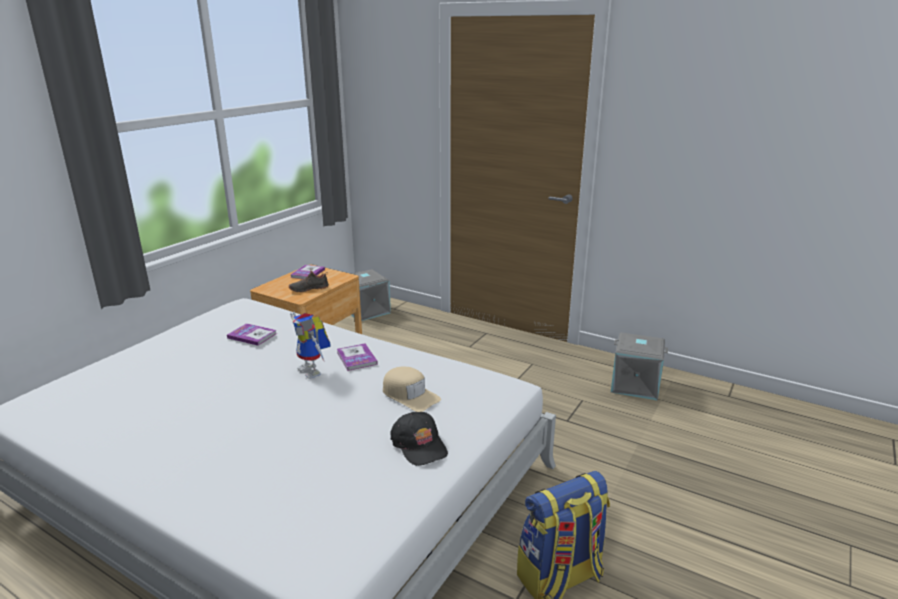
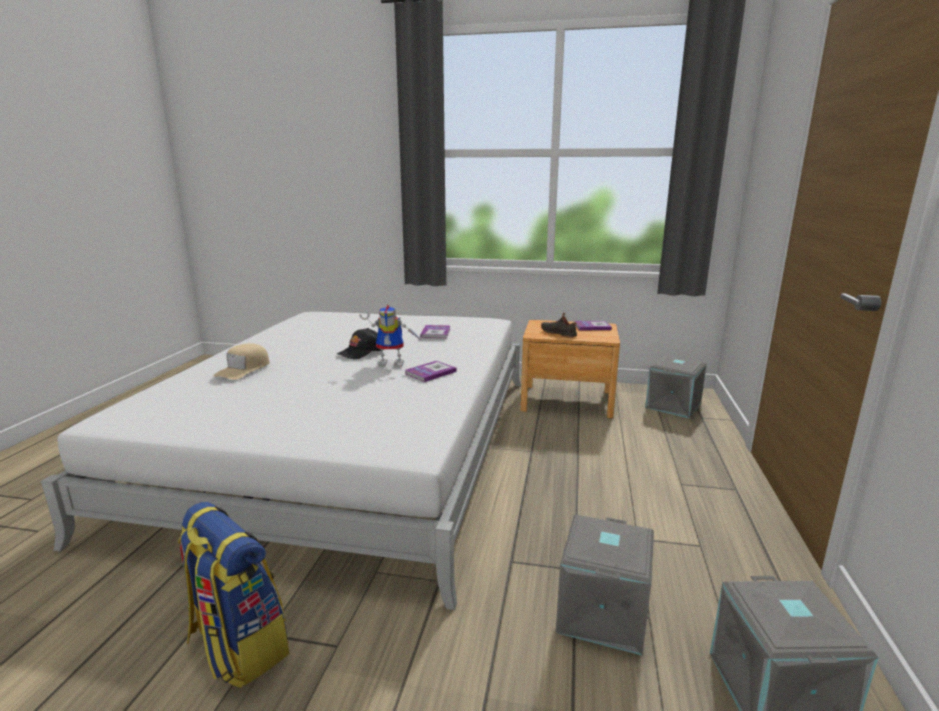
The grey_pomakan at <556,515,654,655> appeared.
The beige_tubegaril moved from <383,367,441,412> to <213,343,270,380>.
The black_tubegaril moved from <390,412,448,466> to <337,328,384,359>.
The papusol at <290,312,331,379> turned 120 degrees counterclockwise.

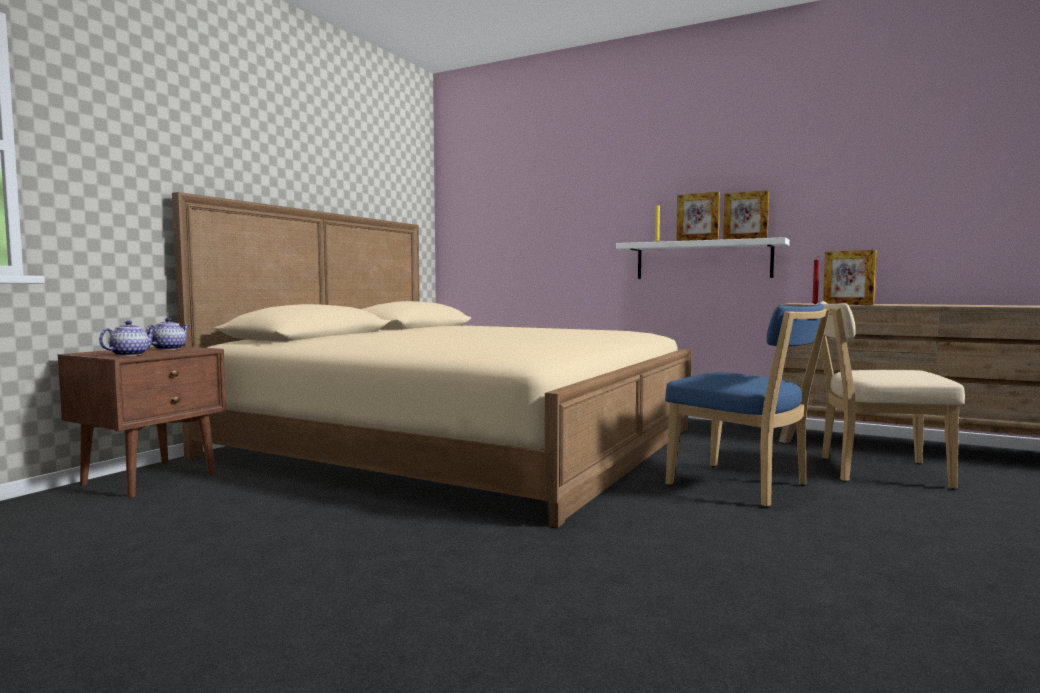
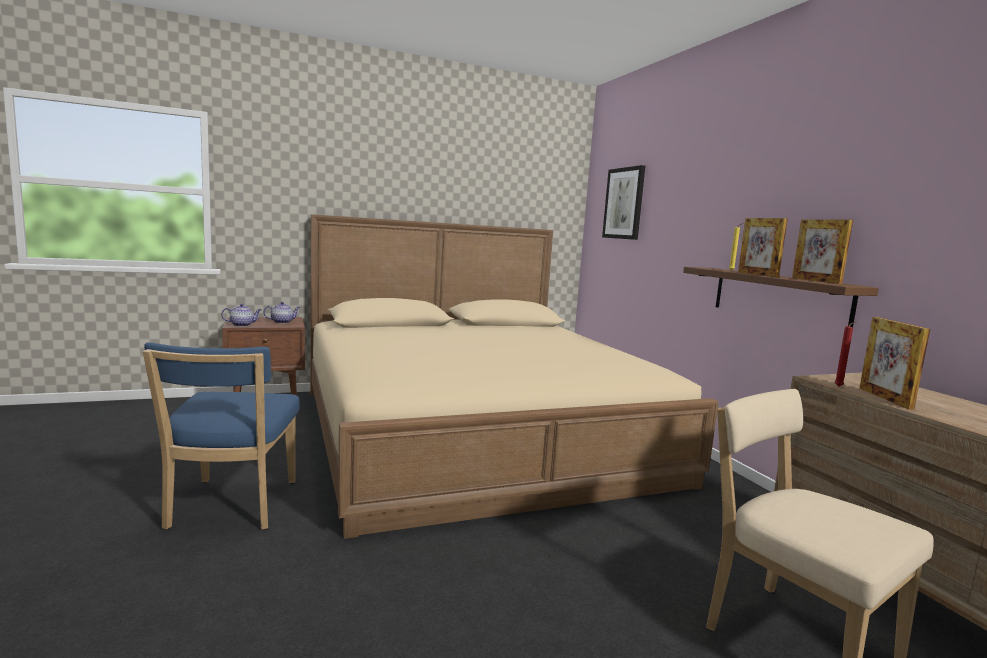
The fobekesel at <602,165,645,240> appeared.
The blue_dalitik moved from <665,304,830,507> to <143,343,300,530>.
The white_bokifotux at <616,237,790,279> became the brown_bokifotux at <683,267,879,327>.

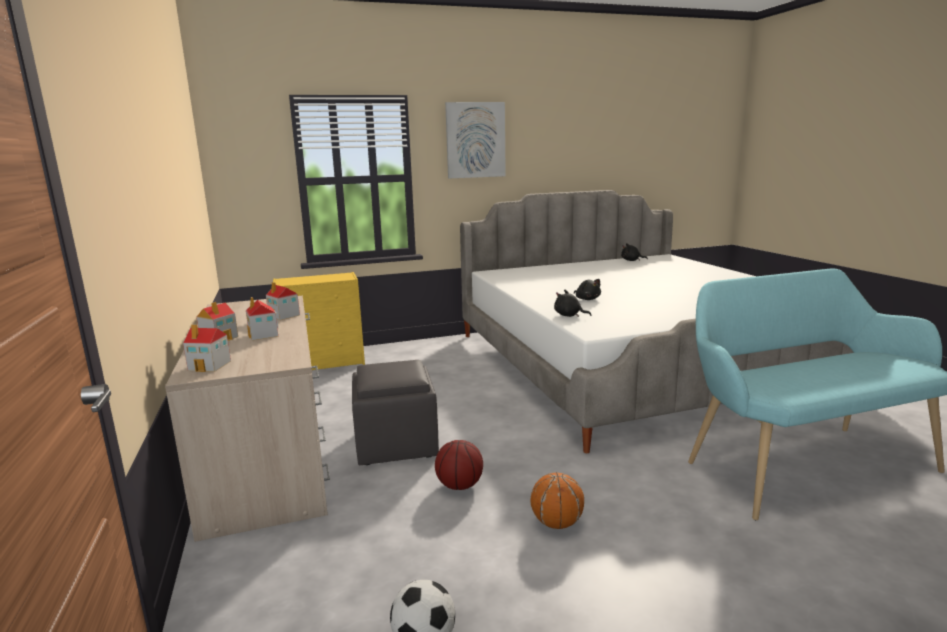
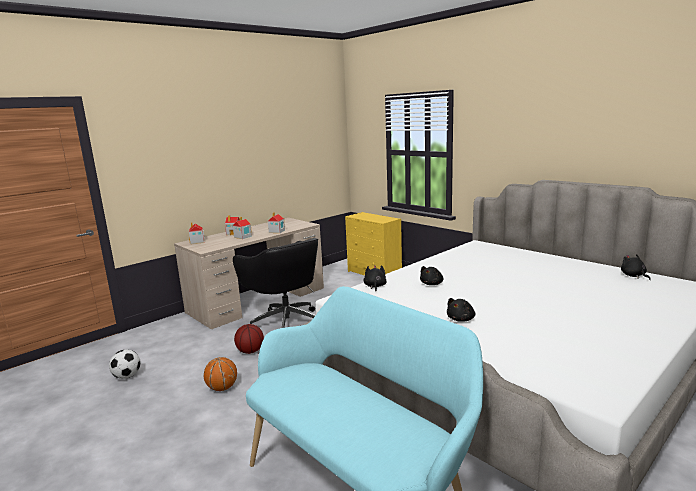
The fobekesel at <445,102,506,178> disappeared.
The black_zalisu at <447,298,475,322> appeared.
The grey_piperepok at <352,360,439,465> was replaced by the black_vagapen at <233,238,318,328>.

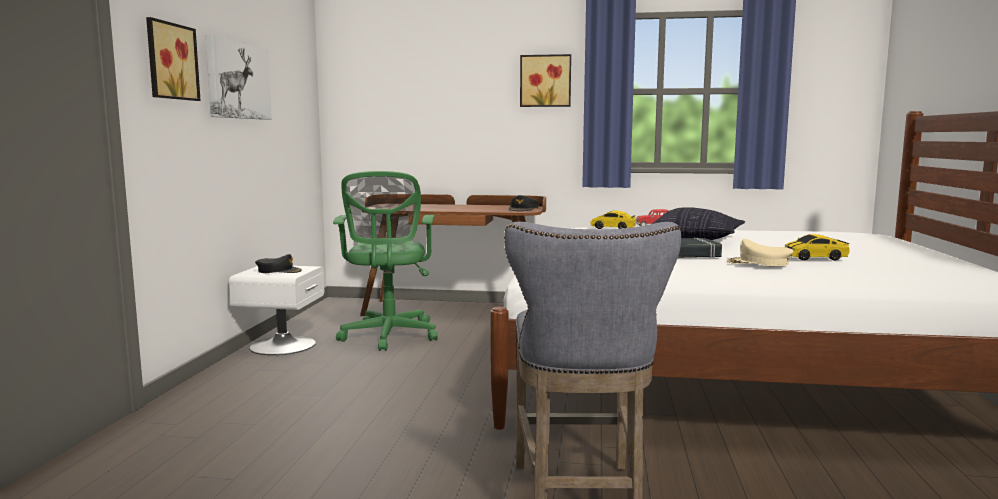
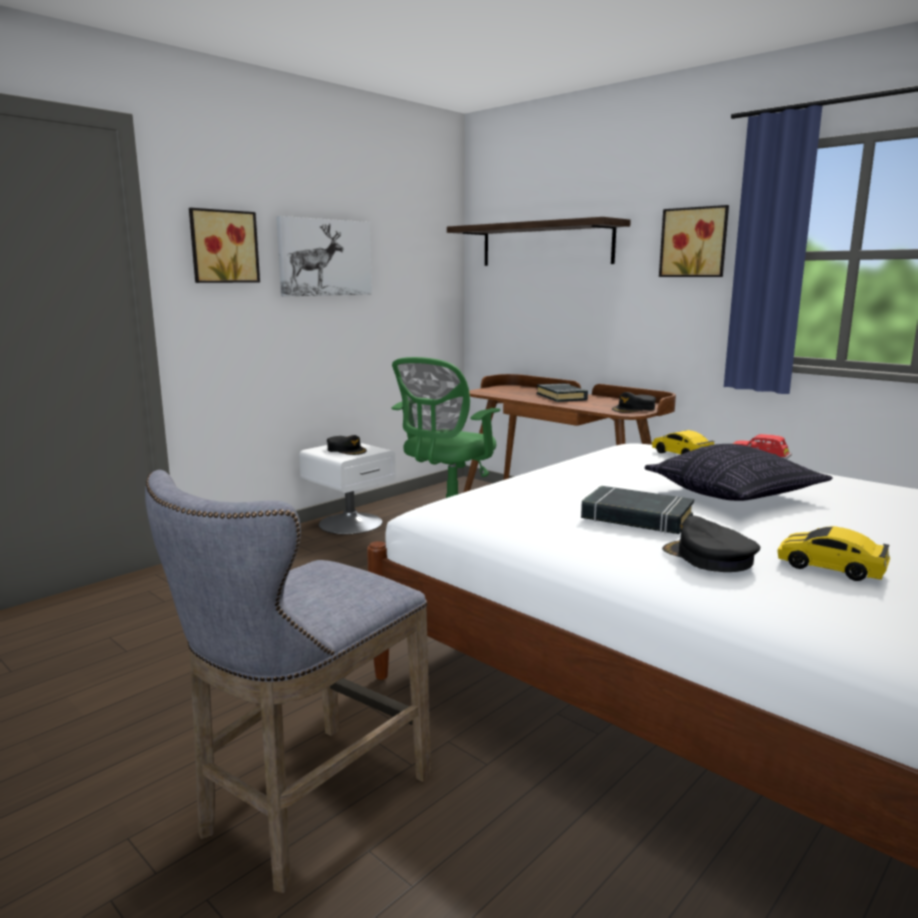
The bokifotux at <447,217,631,266> appeared.
The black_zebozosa at <537,383,588,402> appeared.
The beige_tubegaril at <727,239,793,266> became the black_tubegaril at <662,515,760,572>.

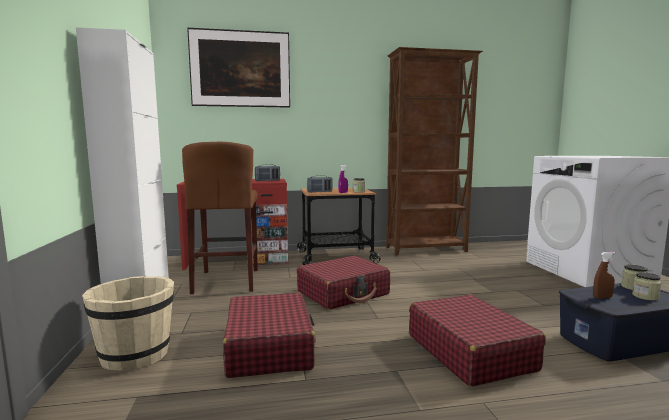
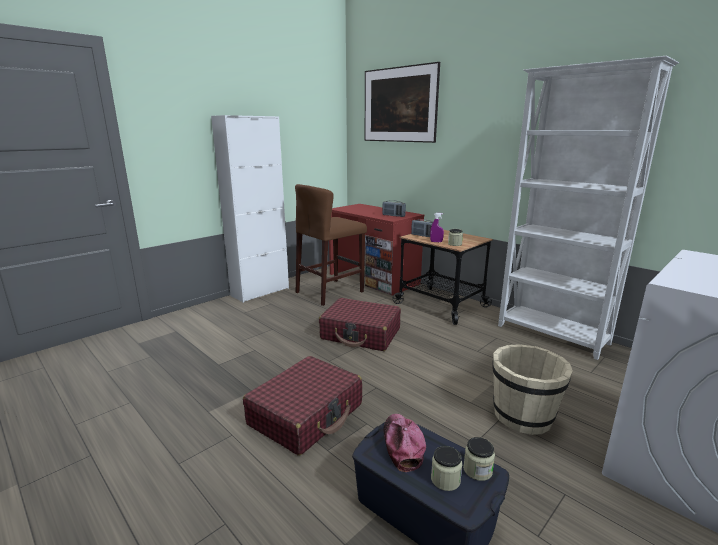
The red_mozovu at <223,292,316,378> disappeared.
The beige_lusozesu moved from <82,276,174,370> to <492,344,573,435>.
The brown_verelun at <593,252,615,298> was replaced by the tubegaril at <383,414,426,472>.
The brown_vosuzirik at <386,47,483,255> became the white_vosuzirik at <498,56,679,360>.

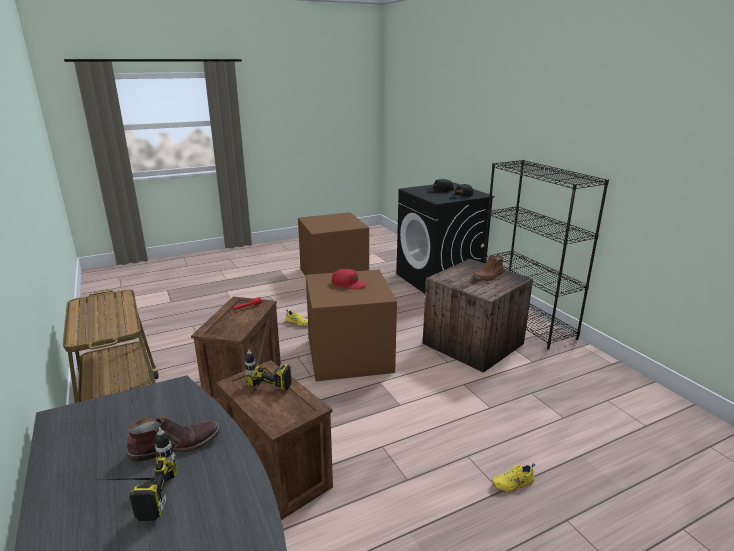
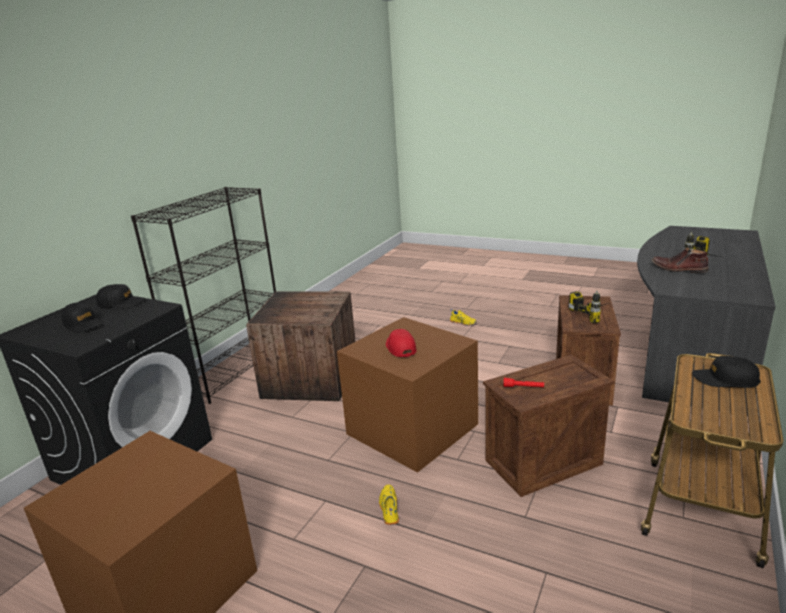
The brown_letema at <472,255,504,281> disappeared.
The black_tubegaril at <692,356,761,388> appeared.

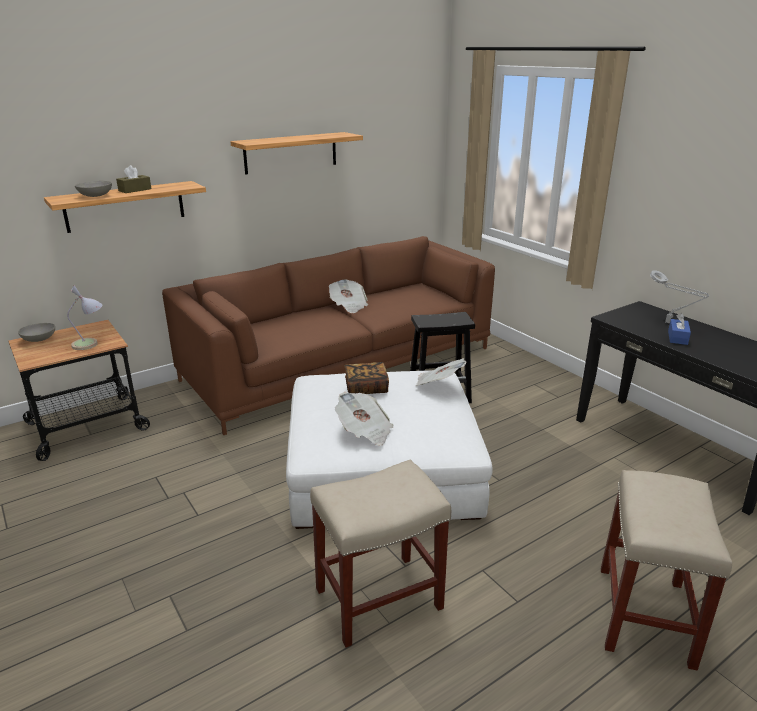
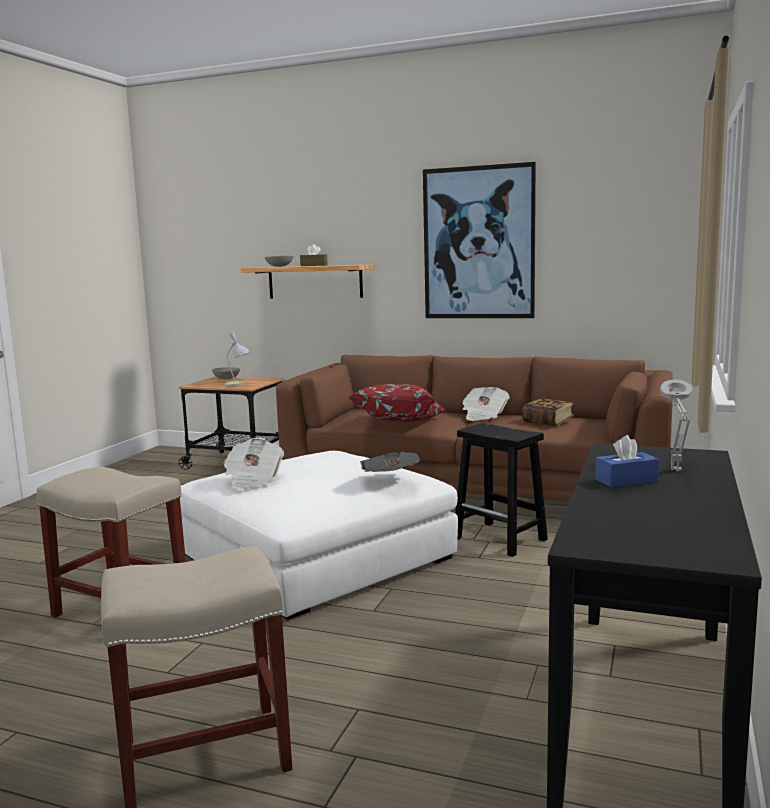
The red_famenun at <349,384,447,421> appeared.
The zebozosa moved from <345,362,389,394> to <522,398,574,426>.
The bokifotux at <230,132,363,175> was replaced by the fobekesel at <423,162,536,318>.

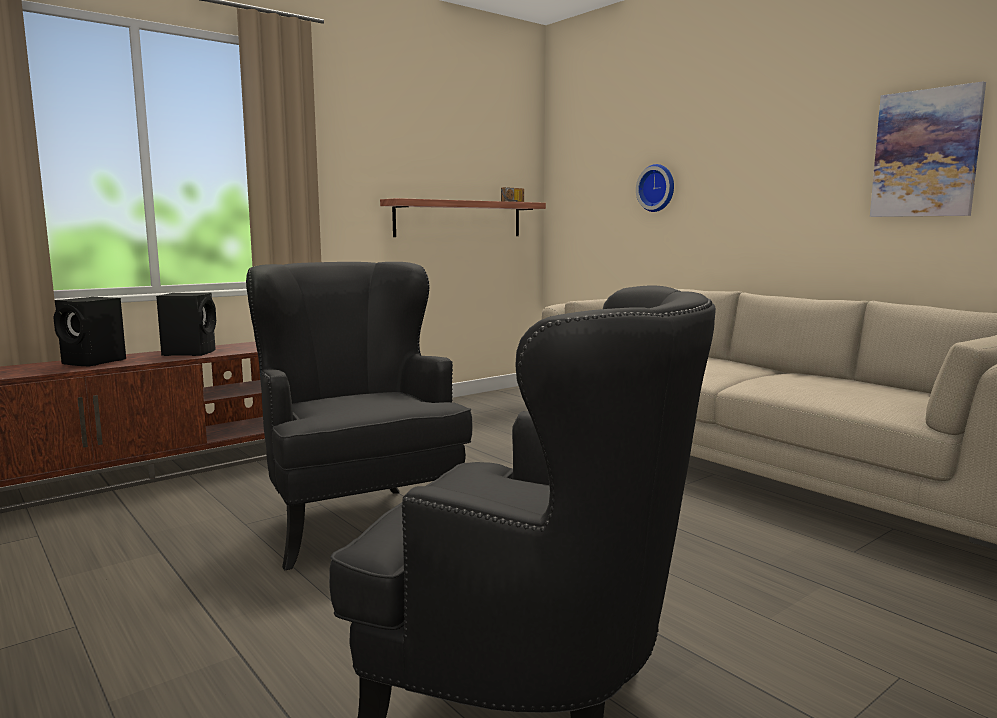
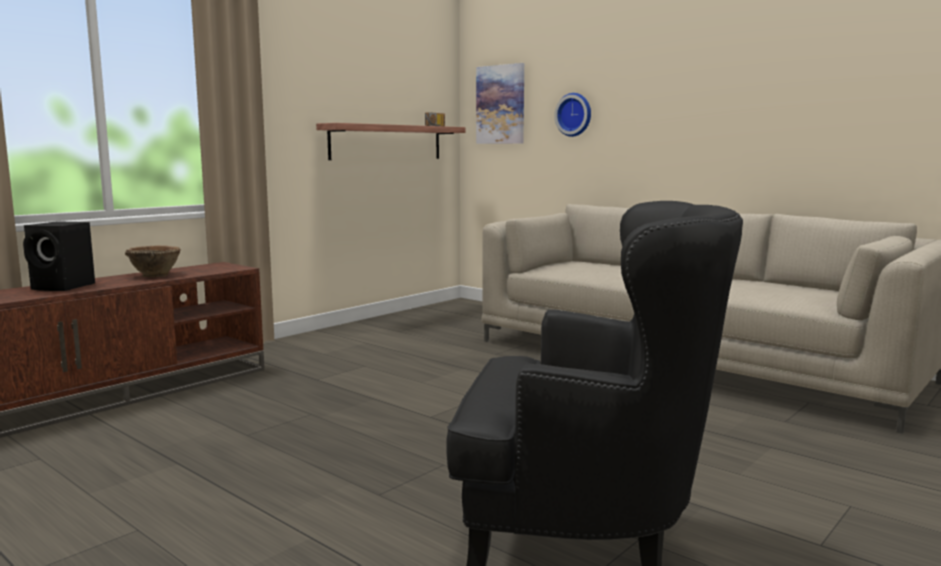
The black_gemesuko at <246,262,473,570> disappeared.
The fobekesel moved from <870,81,986,217> to <476,63,524,144>.
The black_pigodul at <156,293,216,356> was replaced by the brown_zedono at <125,245,181,277>.

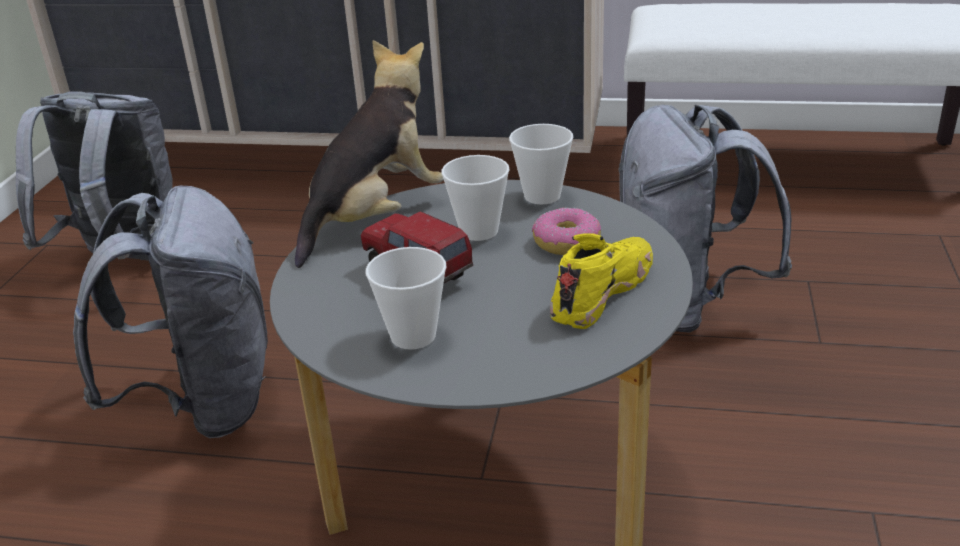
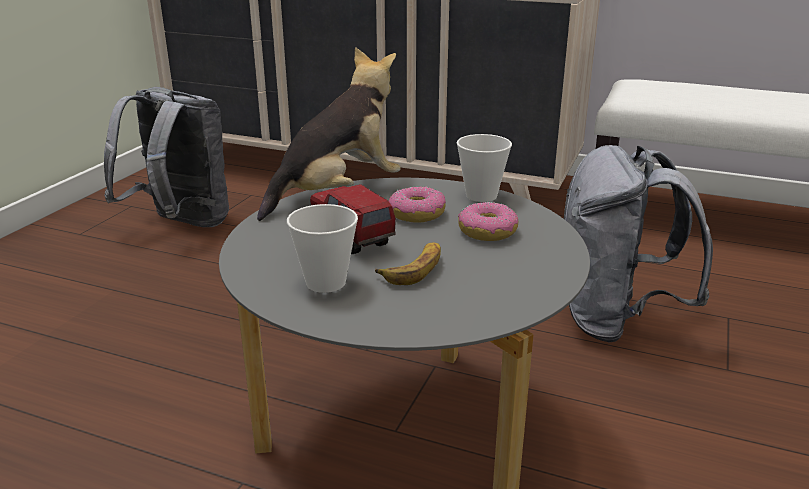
The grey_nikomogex at <73,186,268,438> disappeared.
The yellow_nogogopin at <550,234,653,329> disappeared.
The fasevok at <375,243,441,285> appeared.
The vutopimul at <441,155,509,241> was replaced by the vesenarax at <389,186,446,223>.

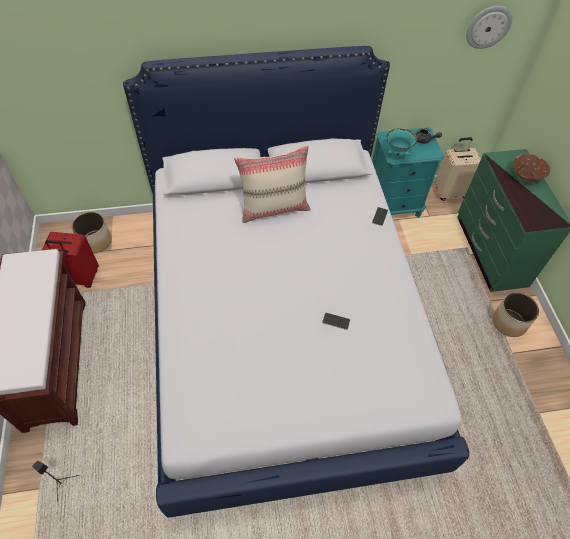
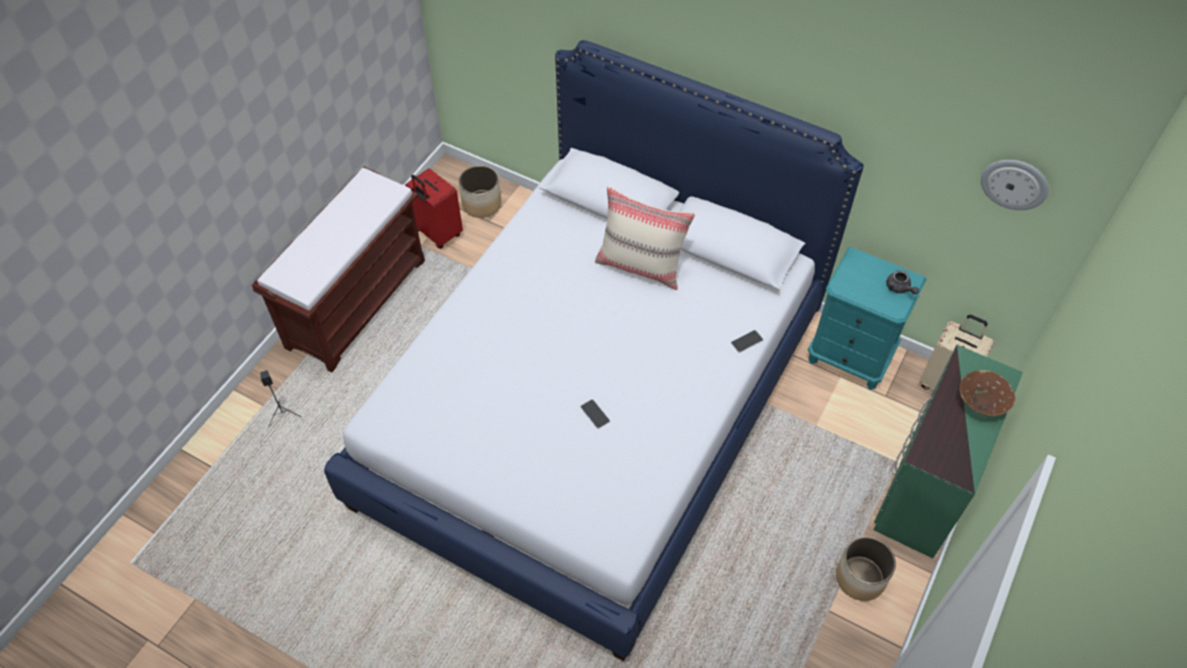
The turquoise_zedono at <387,129,418,157> disappeared.

